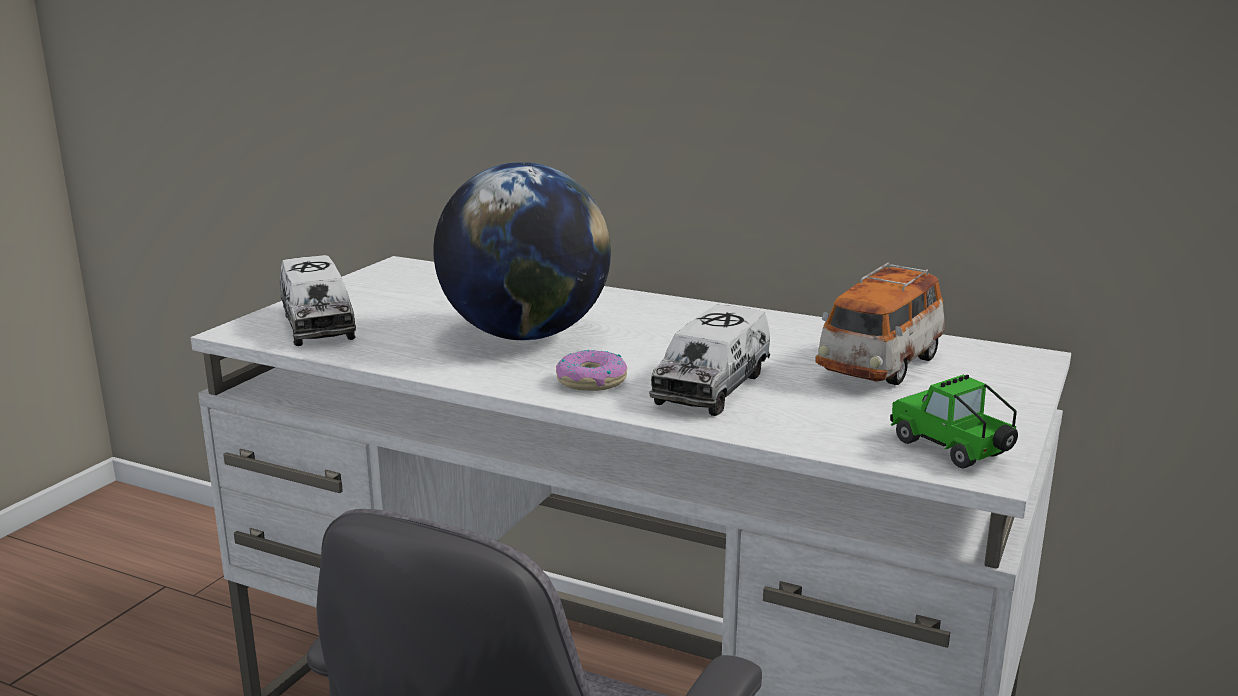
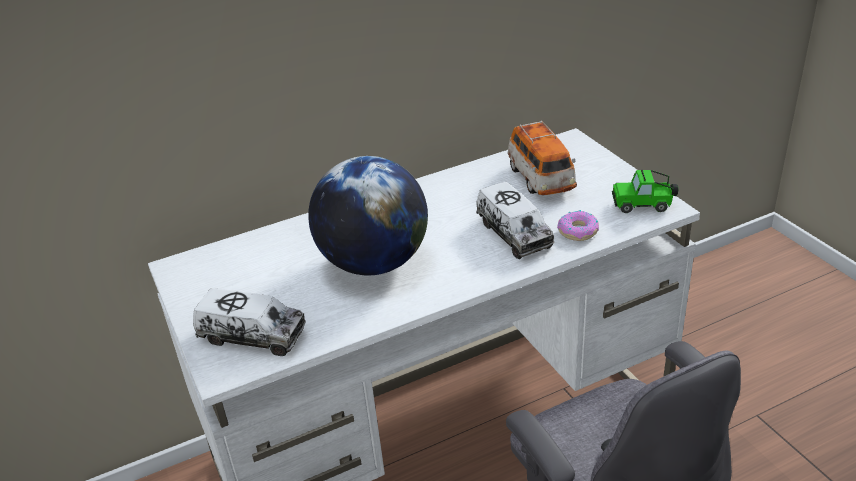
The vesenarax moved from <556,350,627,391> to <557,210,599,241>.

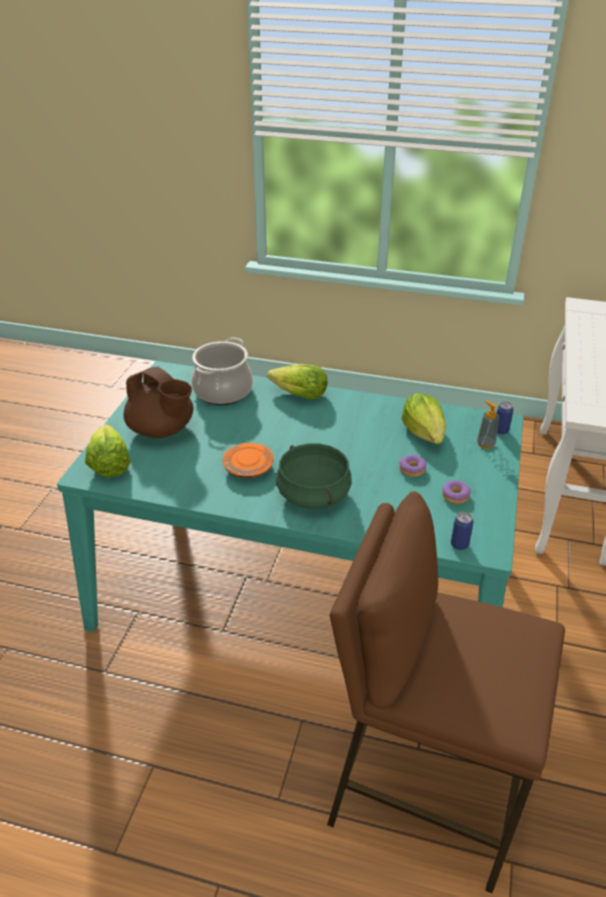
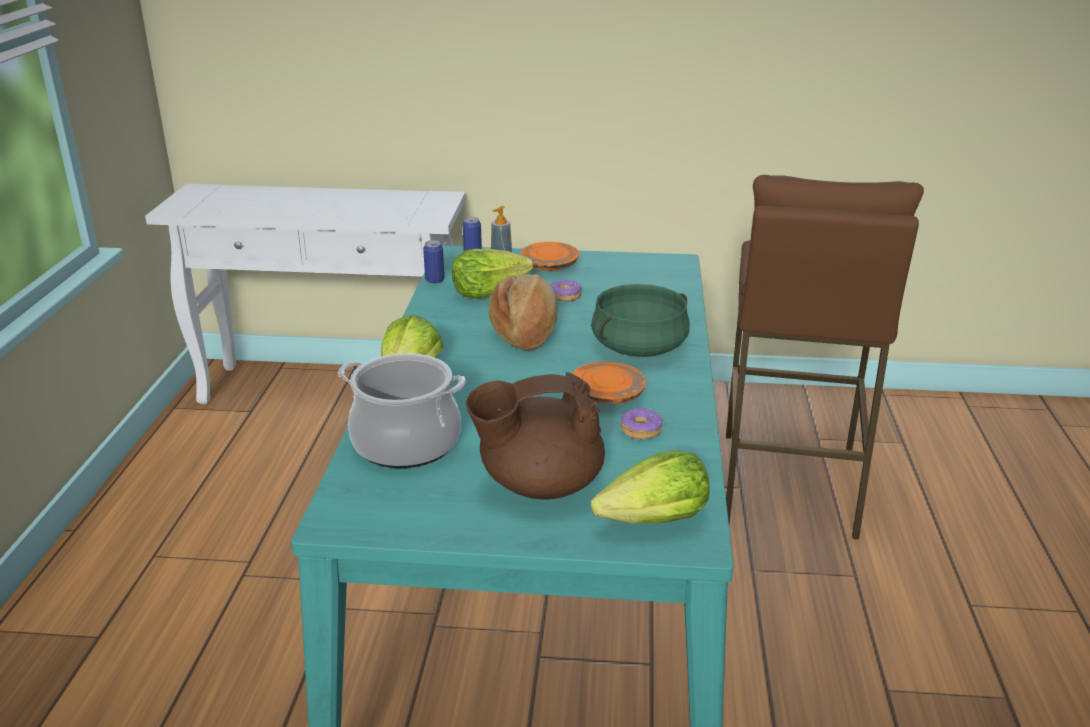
The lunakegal at <489,274,558,350> appeared.
The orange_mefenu at <520,242,579,271> appeared.
The vesenarax moved from <442,480,470,504> to <621,408,663,439>.
The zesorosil moved from <451,512,473,550> to <423,240,444,284>.
The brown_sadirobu at <124,367,194,438> turned 135 degrees counterclockwise.

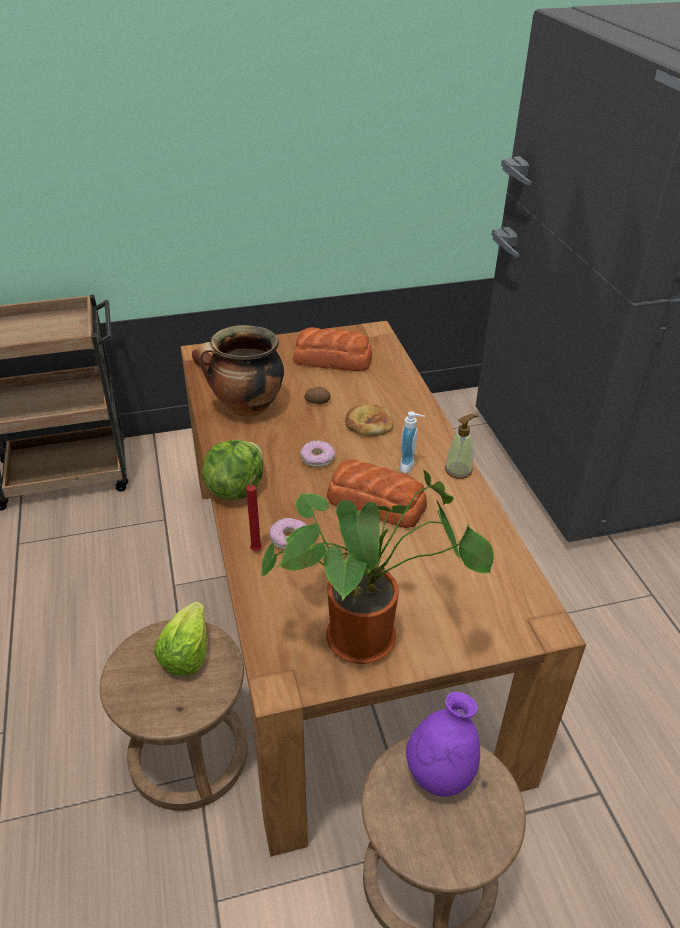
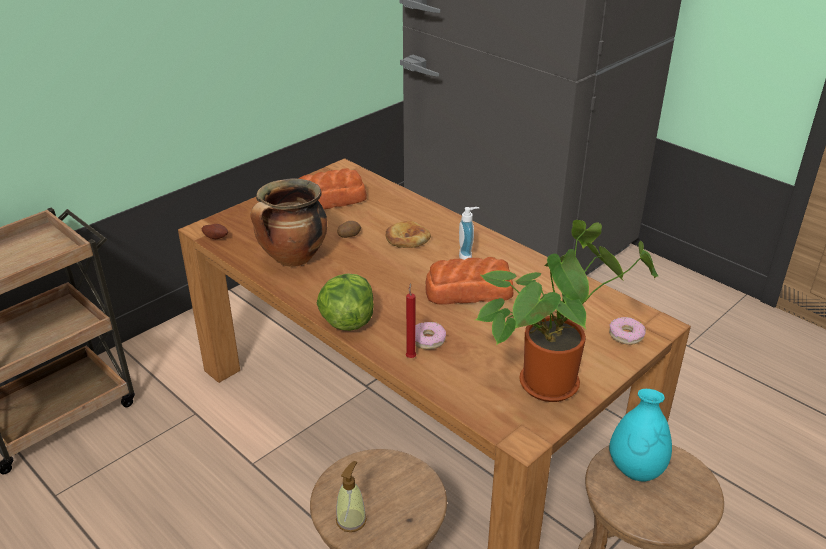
The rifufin at <154,602,208,676> disappeared.
The vesenarax moved from <300,440,335,468> to <609,317,646,345>.
The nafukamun moved from <445,414,477,479> to <336,461,367,532>.
The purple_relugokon at <406,692,480,797> became the turquoise_relugokon at <609,389,672,482>.

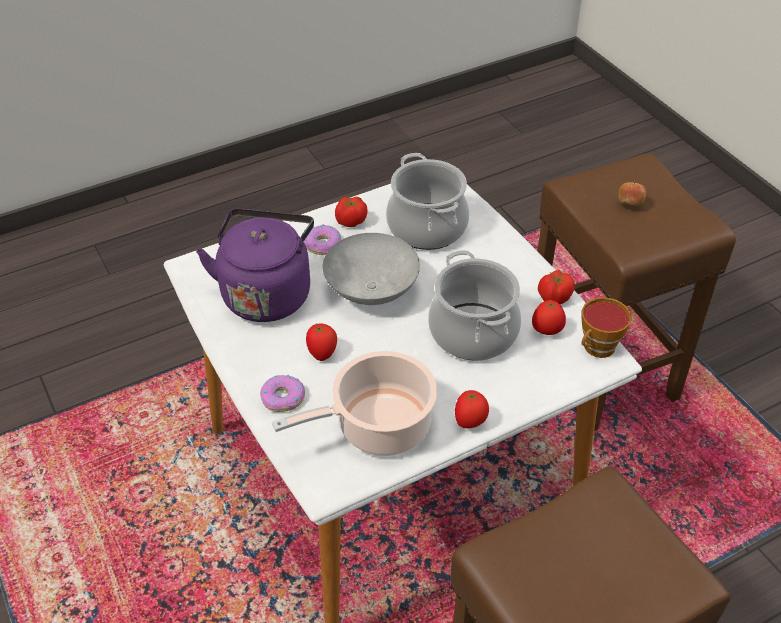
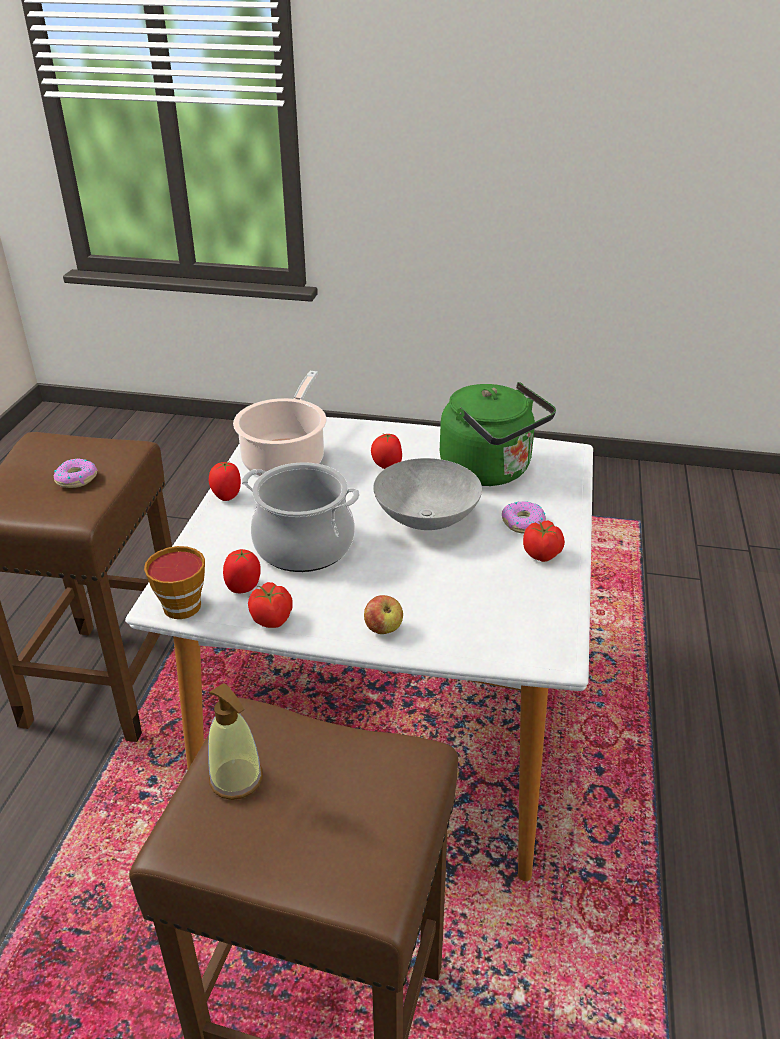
The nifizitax at <386,153,470,250> disappeared.
The nafukamun at <208,683,263,800> appeared.
The vesenarax moved from <260,375,305,412> to <54,459,98,488>.
The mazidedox moved from <618,181,647,206> to <364,595,403,634>.
The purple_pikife at <196,209,314,322> became the green_pikife at <440,382,556,486>.

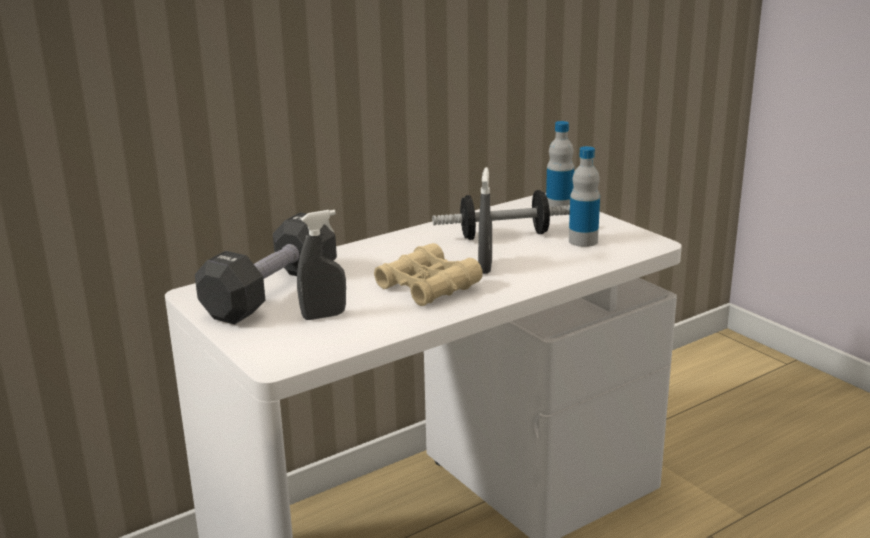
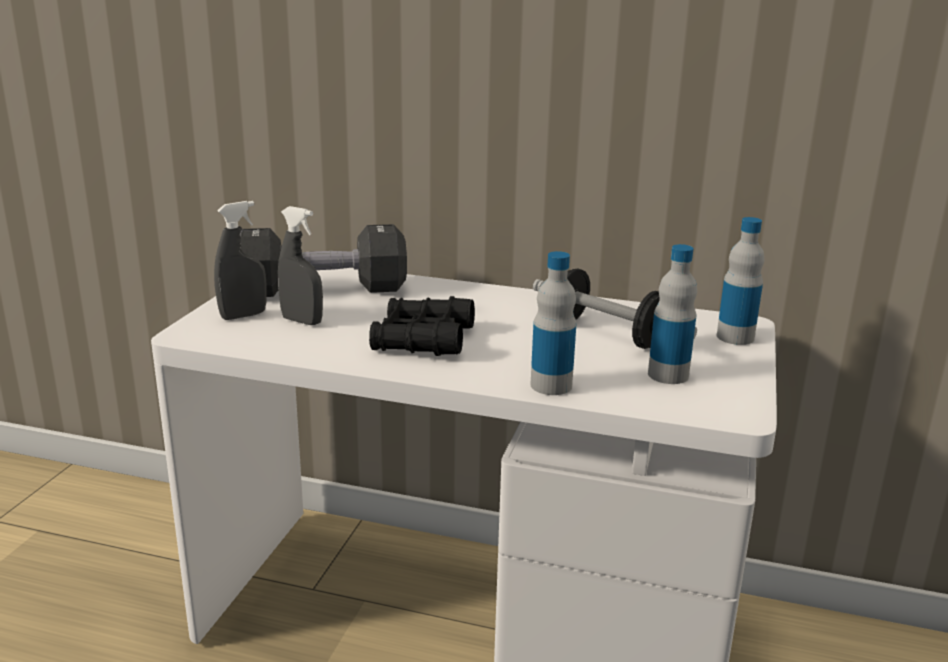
The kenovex at <530,251,576,395> appeared.
The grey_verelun moved from <478,167,492,274> to <214,201,266,320>.
The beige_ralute at <374,243,483,306> became the black_ralute at <369,296,475,356>.

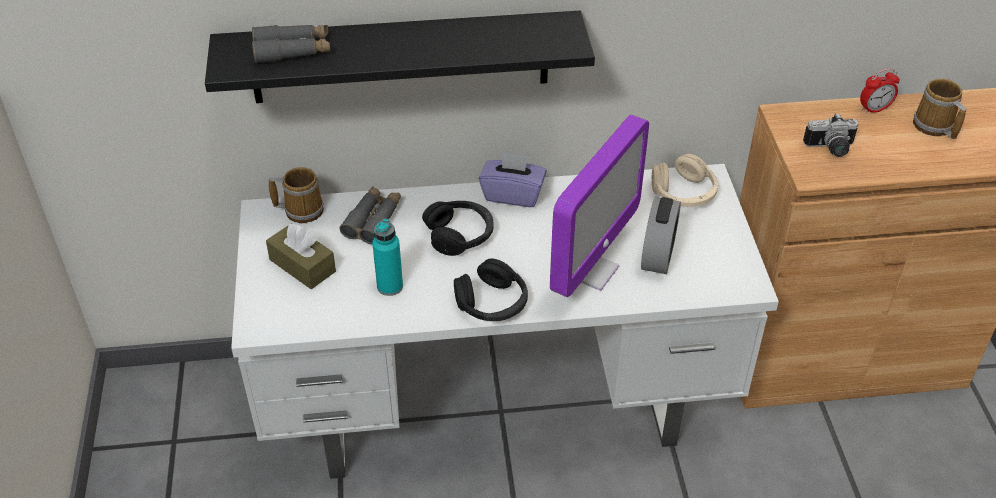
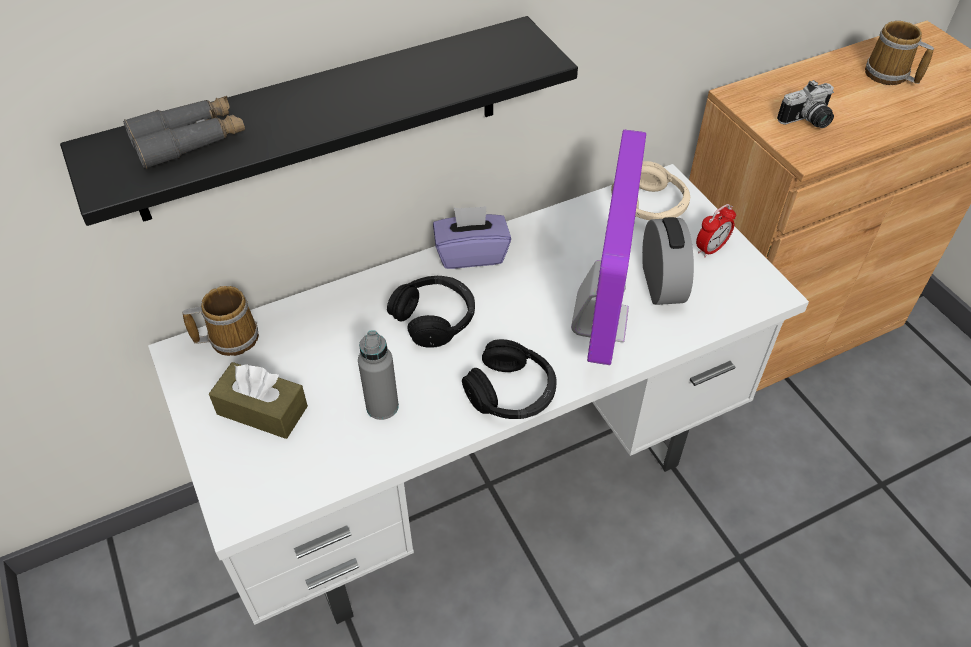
The grey_ralute at <340,186,401,244> disappeared.
The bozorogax moved from <860,68,900,114> to <696,204,736,258>.
The turquoise_kenovex at <372,219,403,296> became the grey_kenovex at <358,331,399,420>.

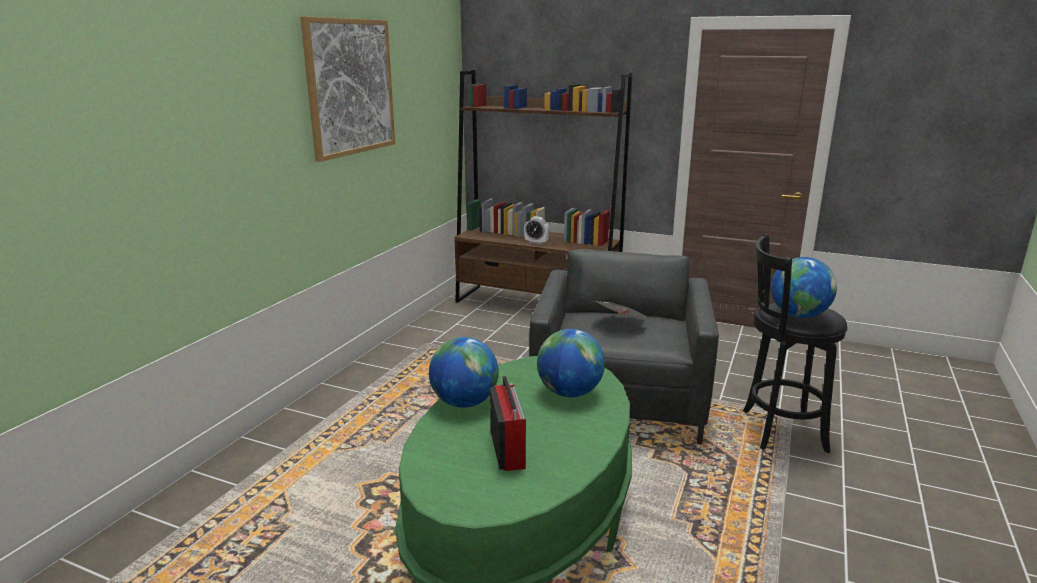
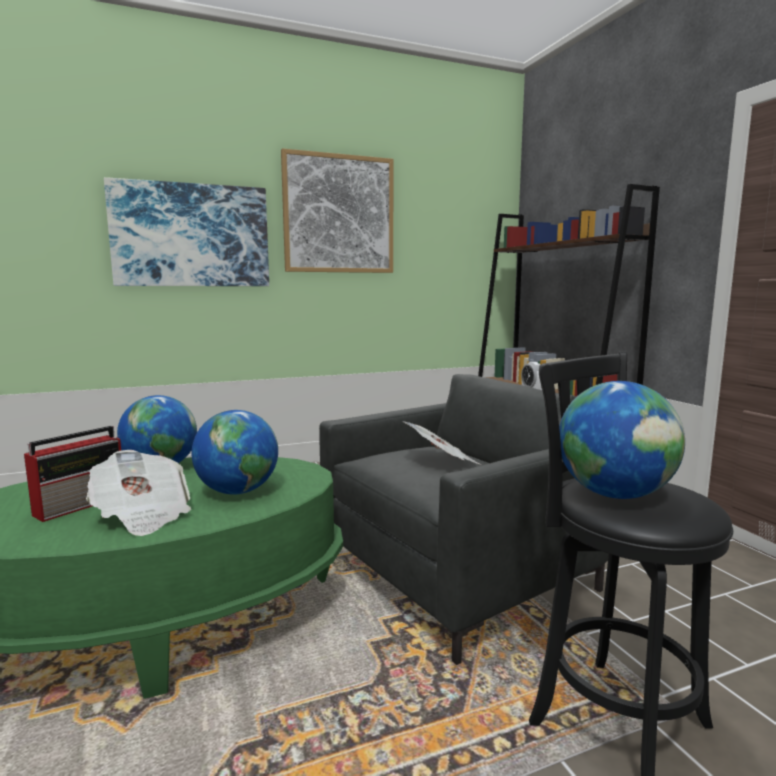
The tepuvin at <86,450,191,536> appeared.
The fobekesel at <104,177,269,286> appeared.

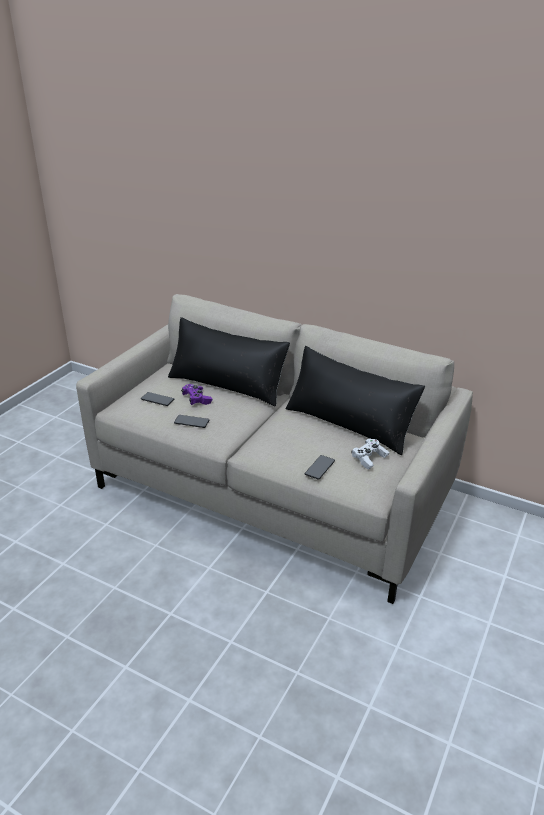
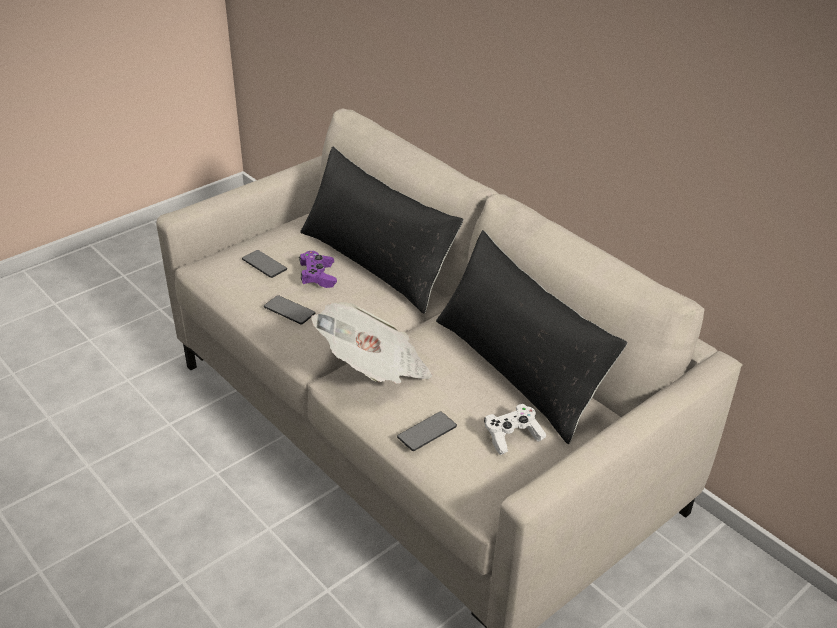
The tepuvin at <311,302,433,384> appeared.

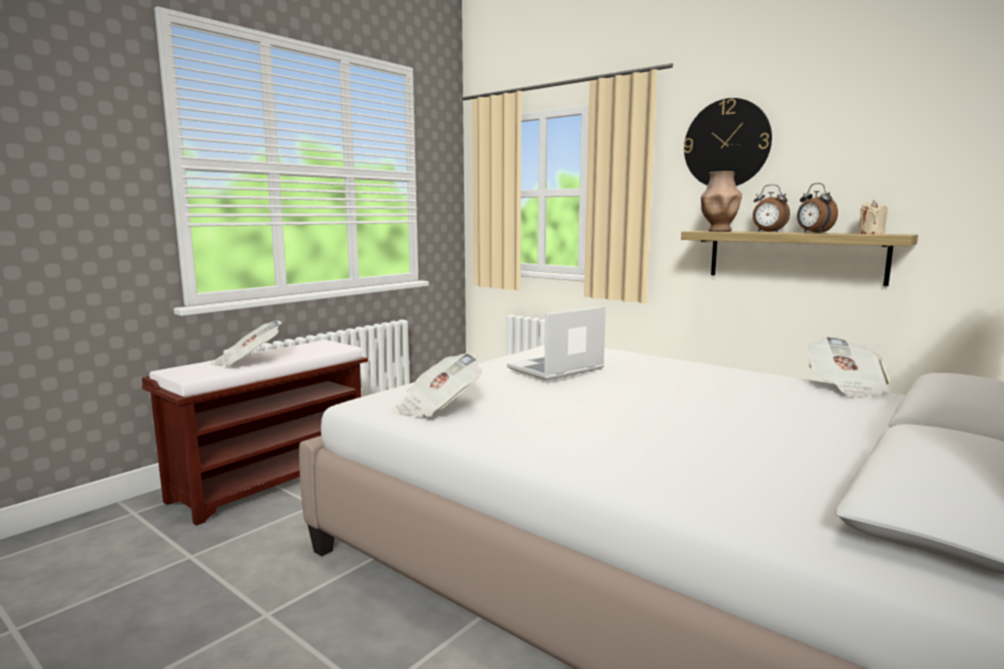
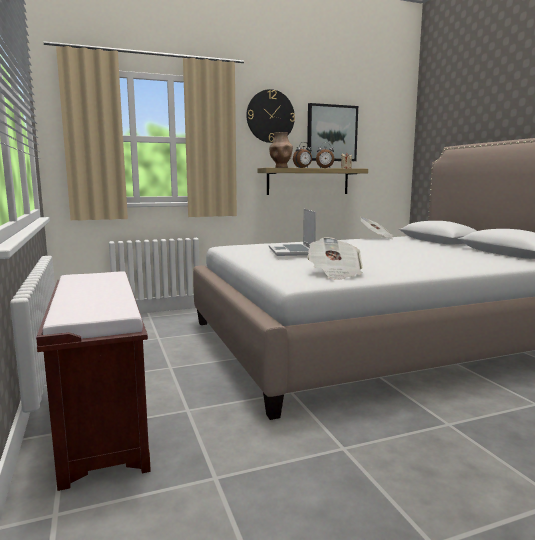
The tepuvin at <210,321,282,366> disappeared.
The fobekesel at <307,103,358,161> appeared.

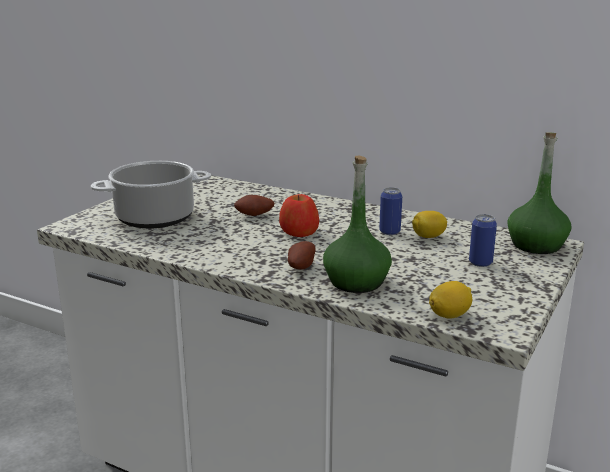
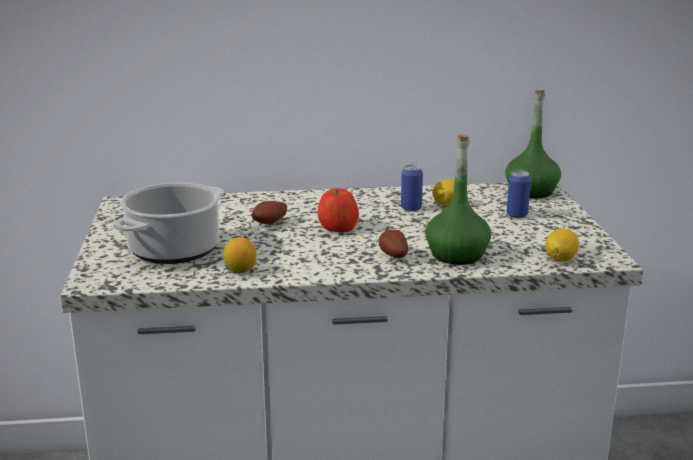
The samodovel at <223,237,256,273> appeared.

